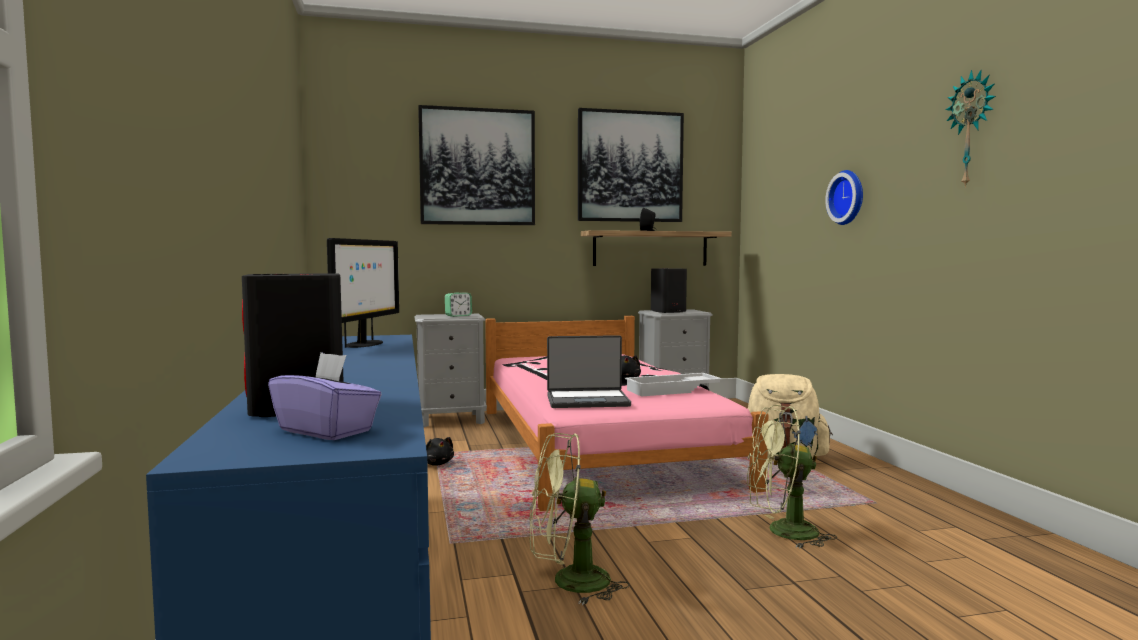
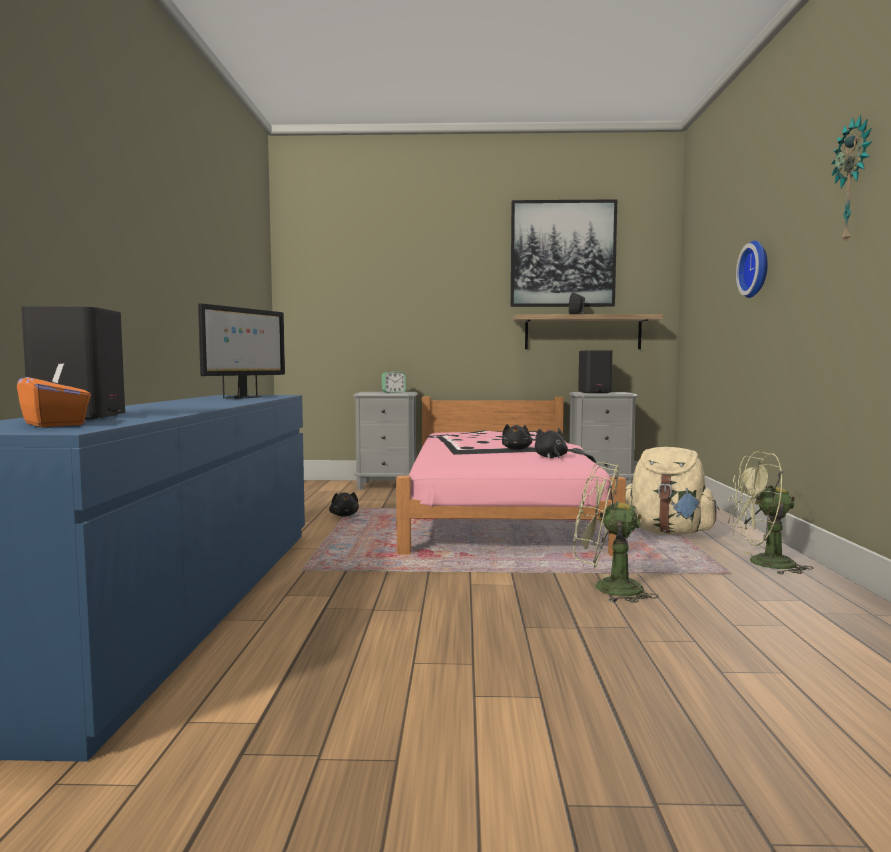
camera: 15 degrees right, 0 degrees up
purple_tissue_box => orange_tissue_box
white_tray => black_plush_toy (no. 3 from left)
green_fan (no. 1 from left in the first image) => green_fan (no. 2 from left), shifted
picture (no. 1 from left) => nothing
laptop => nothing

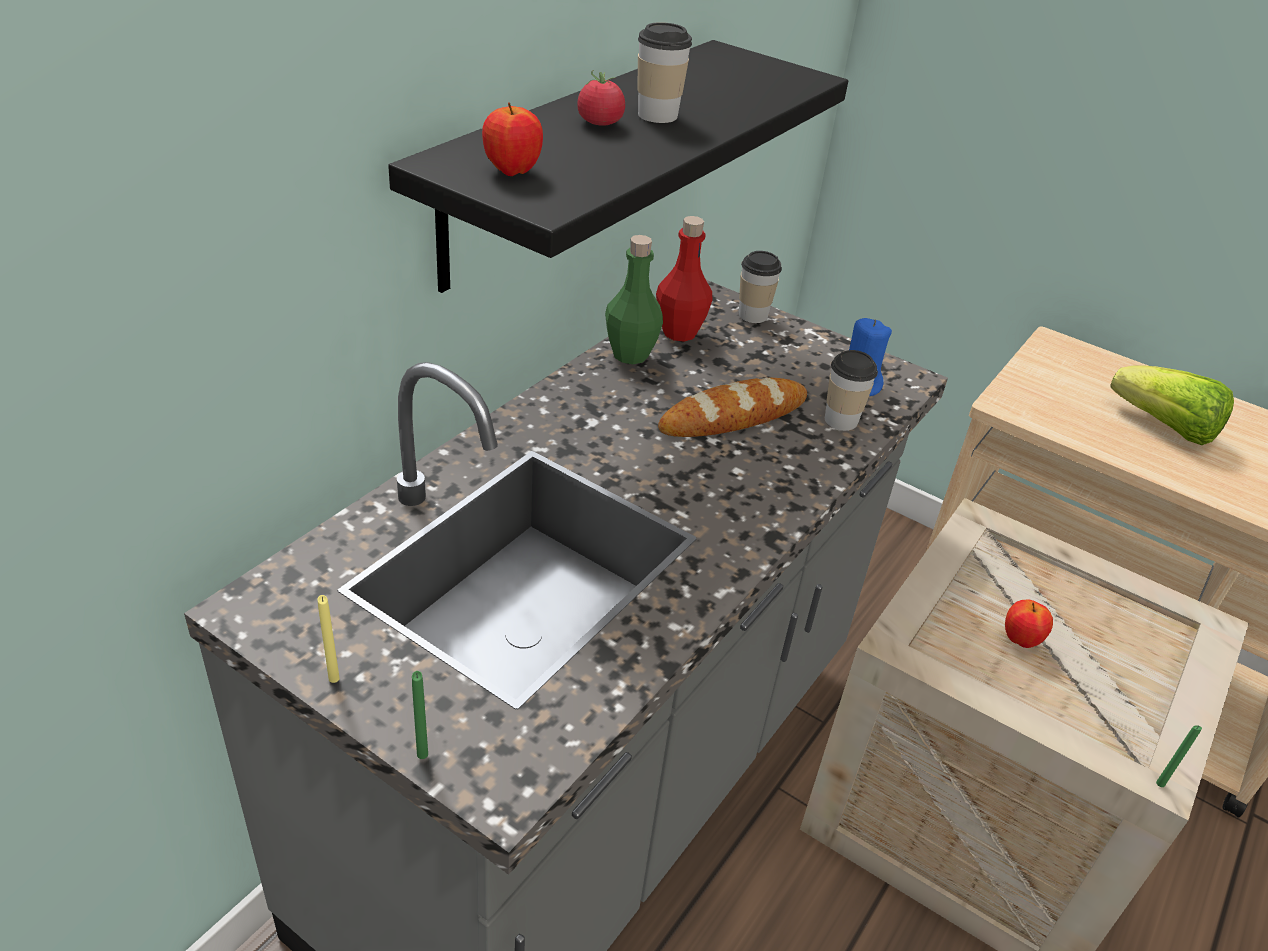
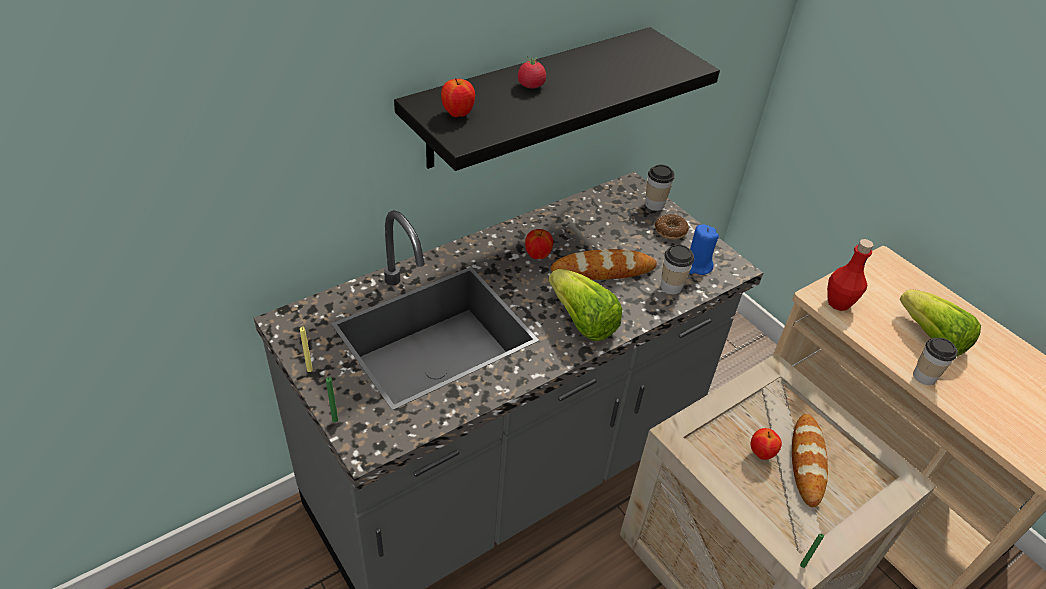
camera: 20 degrees right, 5 degrees up
nothing => apple (no. 2 from left)
nothing => lettuce (no. 1 from left)
nothing => donut
nothing => bread (no. 2 from left)
red_bottle, shifted
cup (no. 1 from left in the first image) => cup (no. 3 from left), shifted
green_bottle => nothing

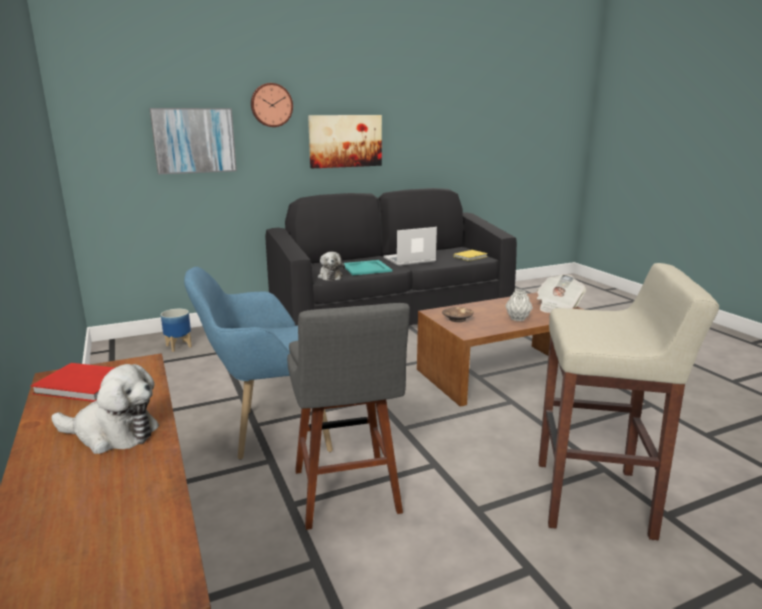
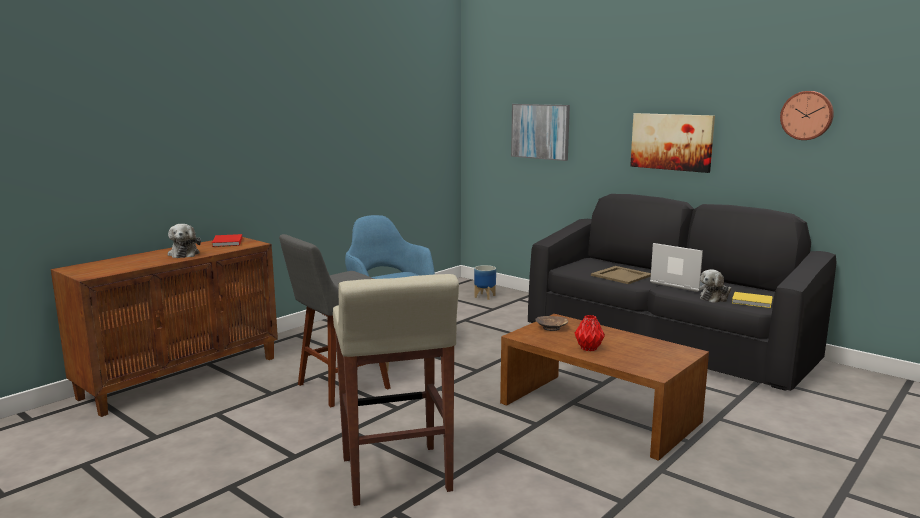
camera: 65 degrees right, 5 degrees down
grey_vase => red_vase
turquoise_tray => beige_tray
plush_toy (no. 2 from left), shifted
wall_clock, shifted
newspaper => nothing

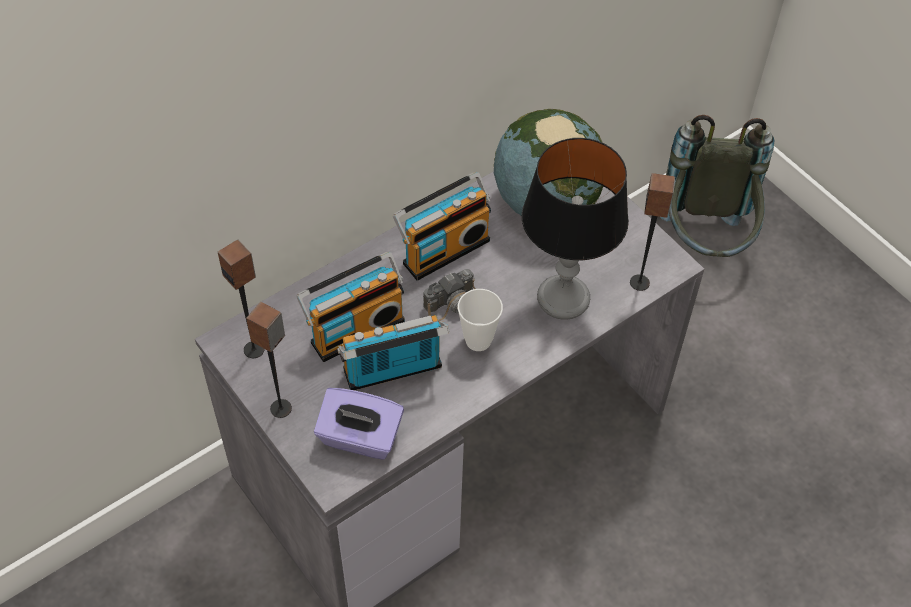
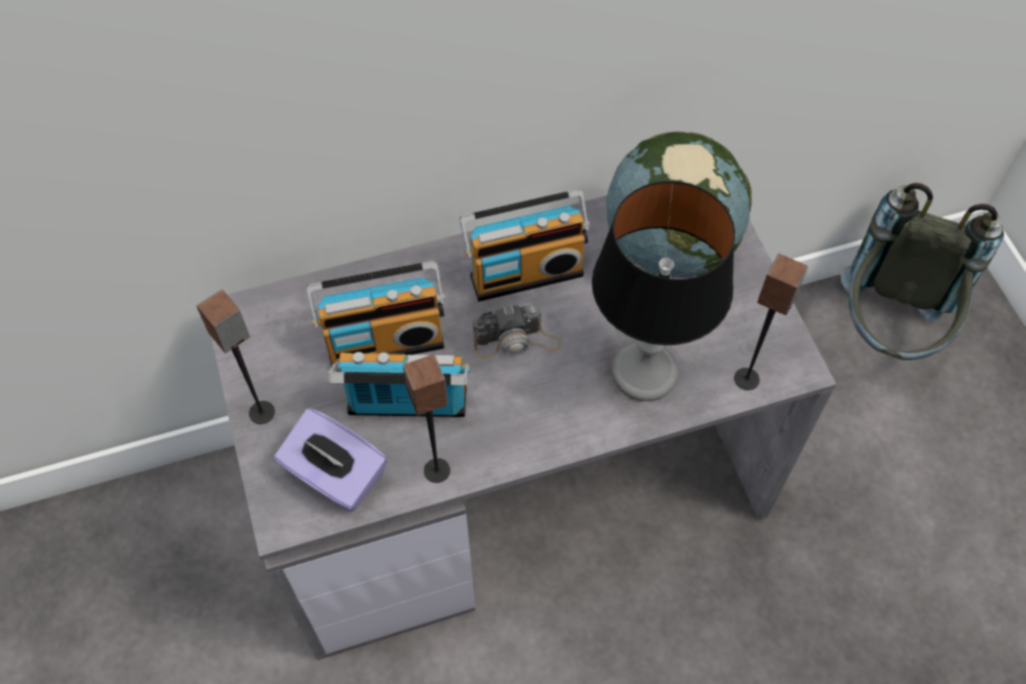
camera: 20 degrees right, 5 degrees up
speaker (no. 1 from left in the first image) => speaker (no. 2 from left), shifted
cup => nothing

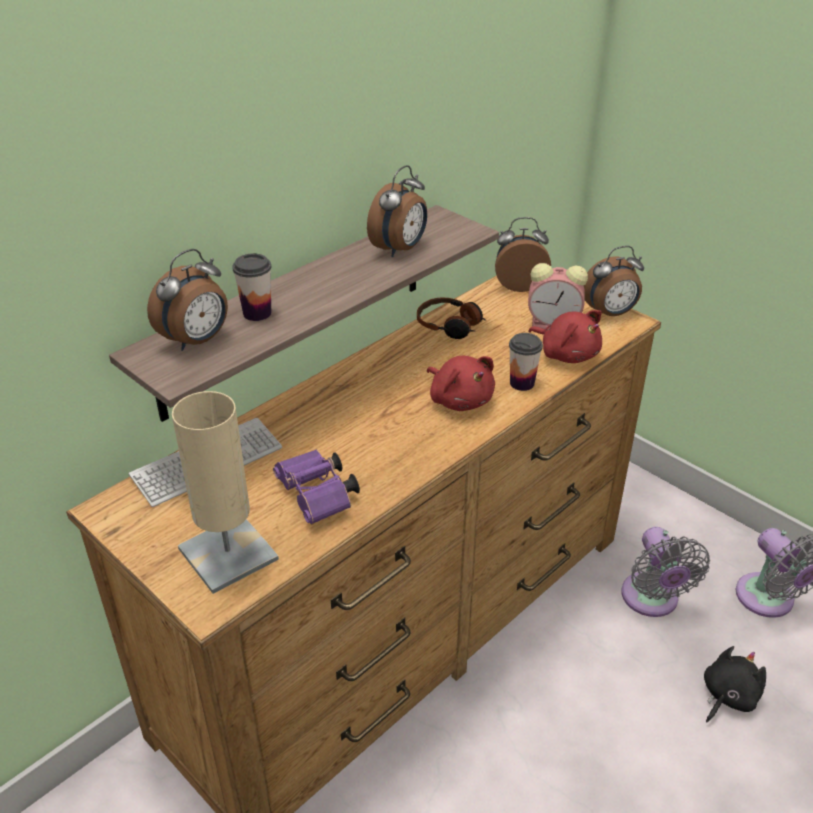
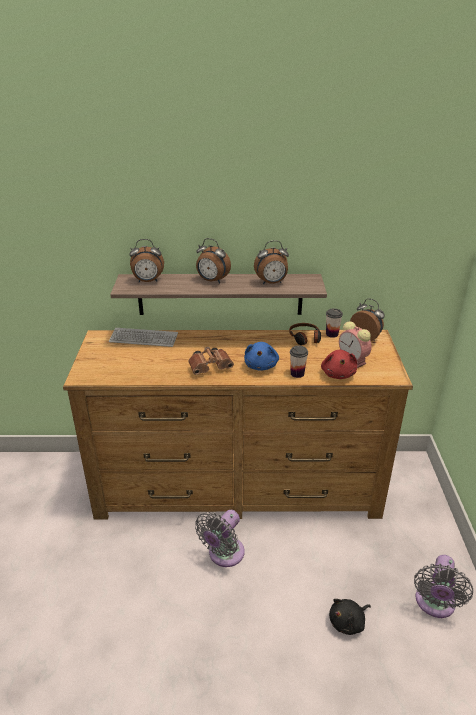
camera: 45 degrees right, 5 degrees down
nothing => brown_binoculars
grey_fan (no. 1 from left), shifted
alarm_clock (no. 5 from left in the first image) => alarm_clock (no. 2 from left), shifted
red_plush_toy (no. 1 from left) => blue_plush_toy
cup (no. 1 from left in the first image) => cup (no. 2 from left), shifted
black_plush_toy, 150 degrees clockwise
beige_table_lamp => nothing
purple_binoculars => nothing

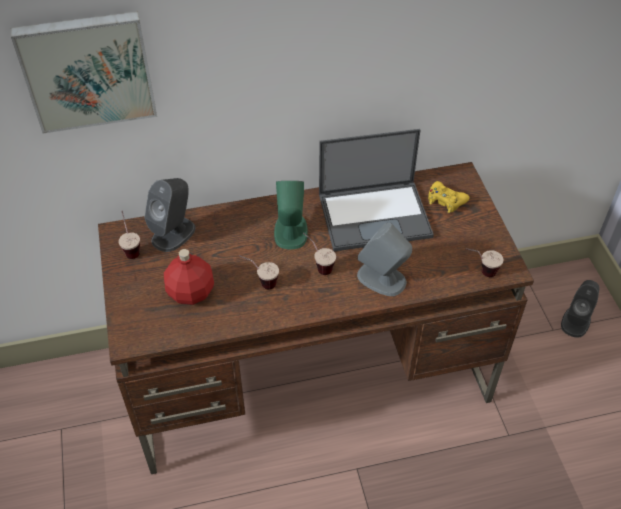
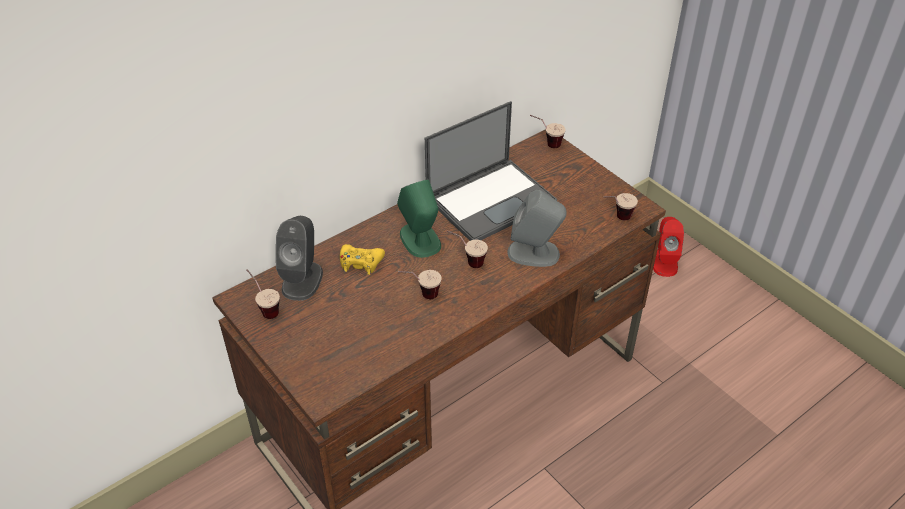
camera: 25 degrees left, 5 degrees down
yellow_game_controller, shifted
nothing => cup (no. 4 from left)
grey_speaker (no. 3 from left) => red_speaker
picture => nothing
red_bottle => nothing

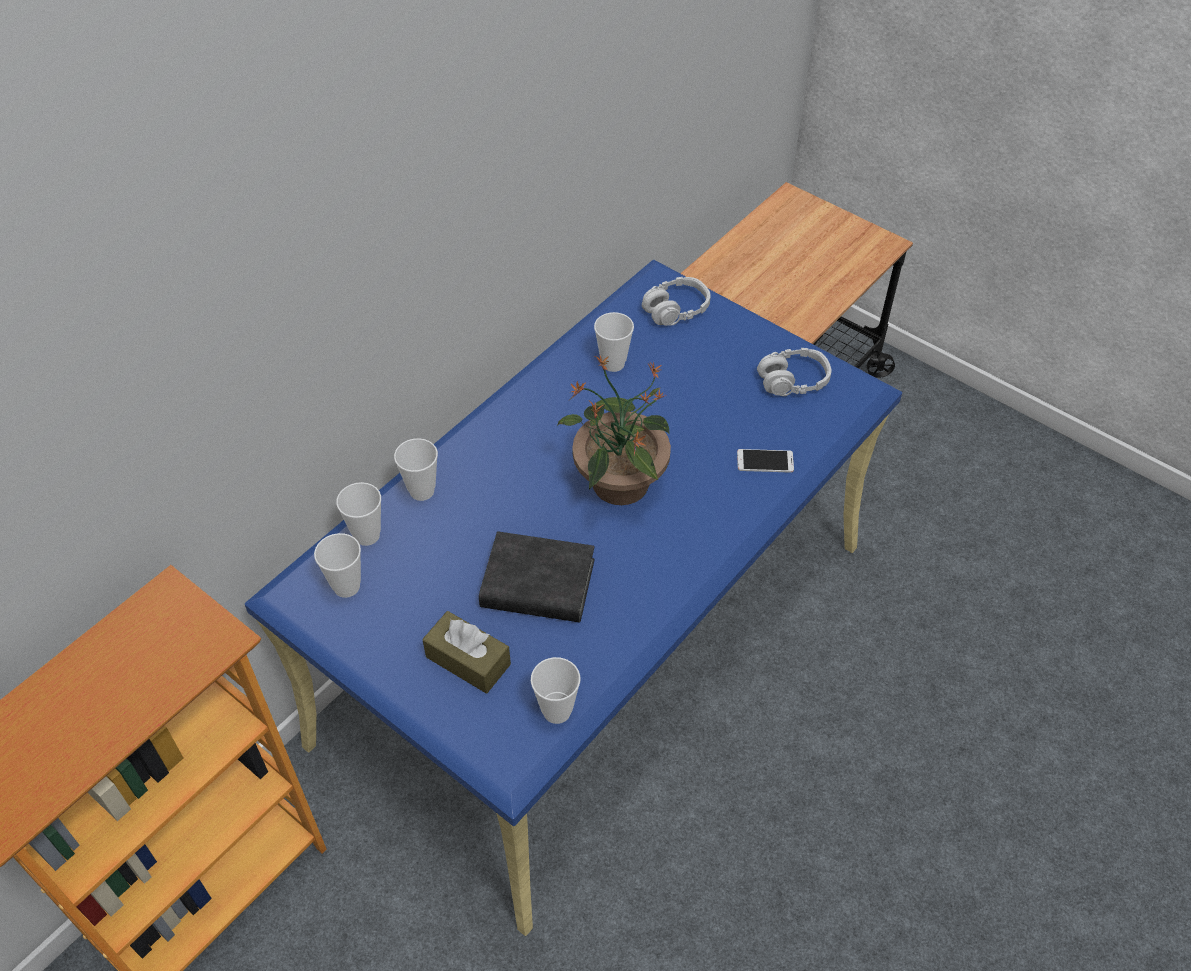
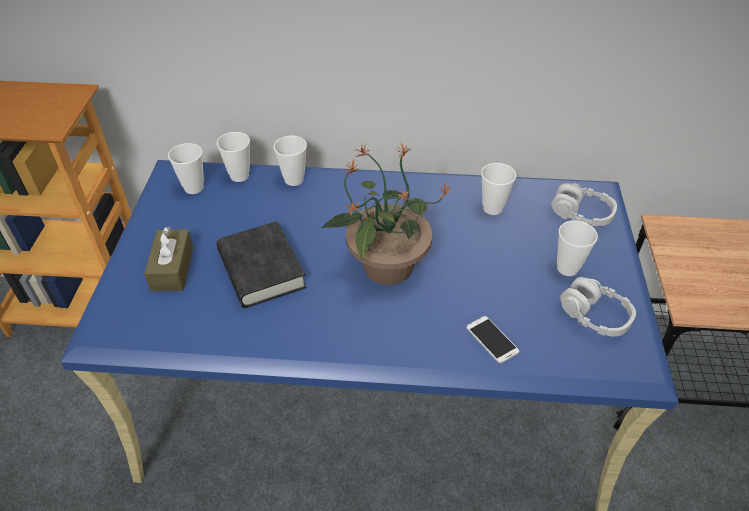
camera: 55 degrees right, 5 degrees down
cup (no. 4 from left in the first image) => cup (no. 5 from left), shifted

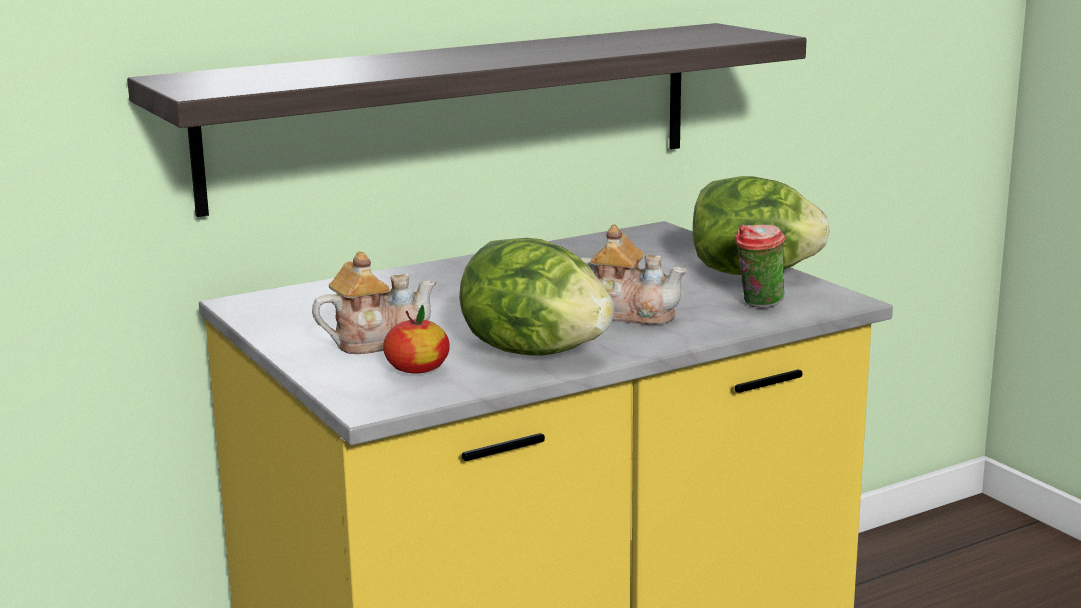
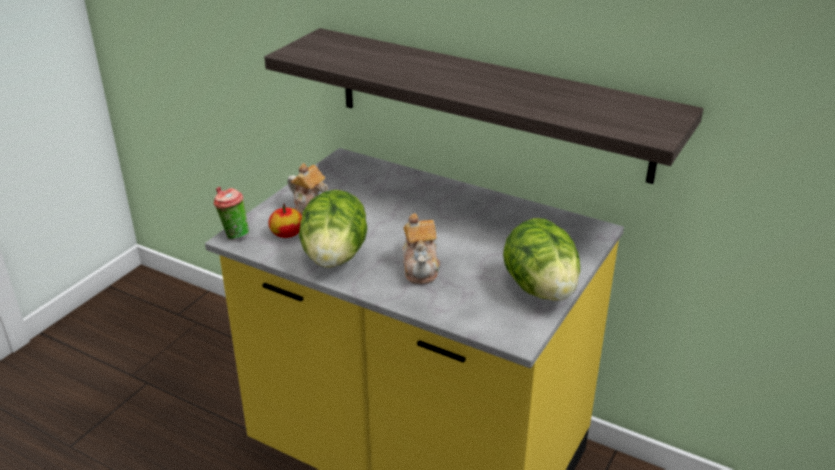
camera: 60 degrees right, 15 degrees up
cup, shifted

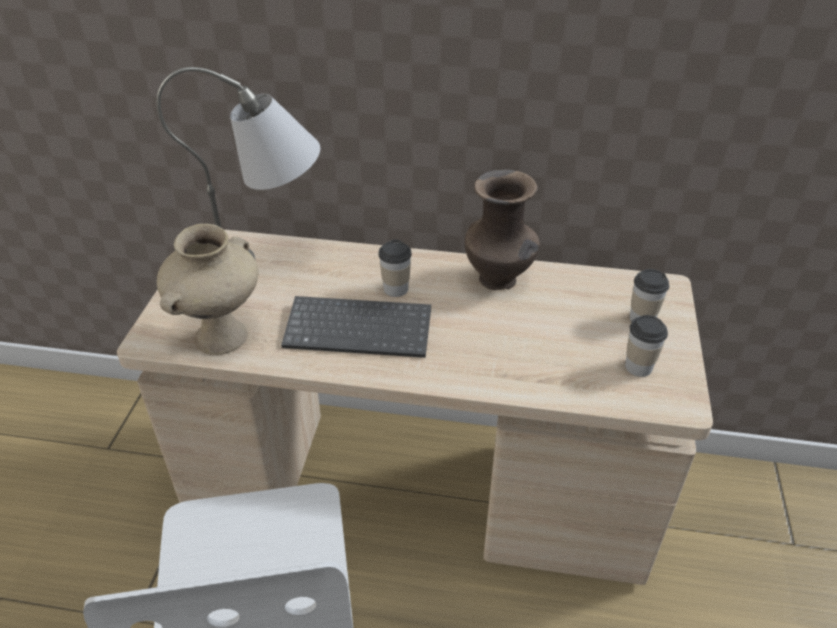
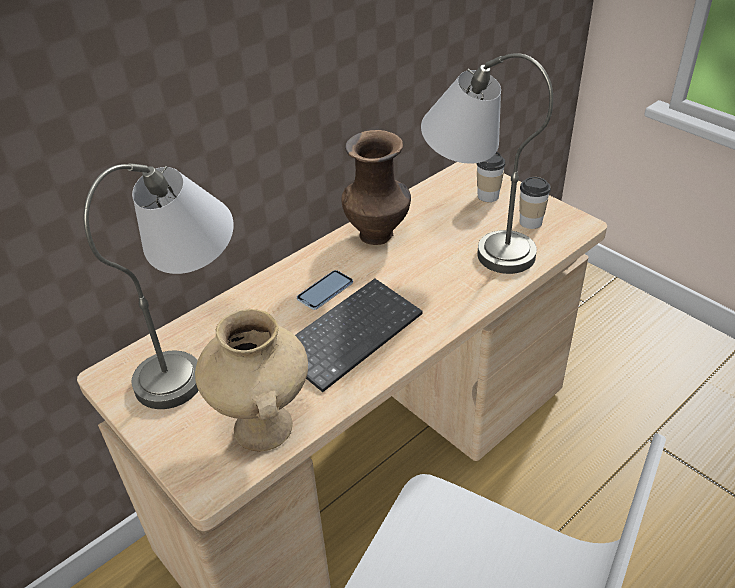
camera: 50 degrees left, 0 degrees up
cup (no. 1 from left) => phone
nothing => grey_table_lamp (no. 2 from left)

